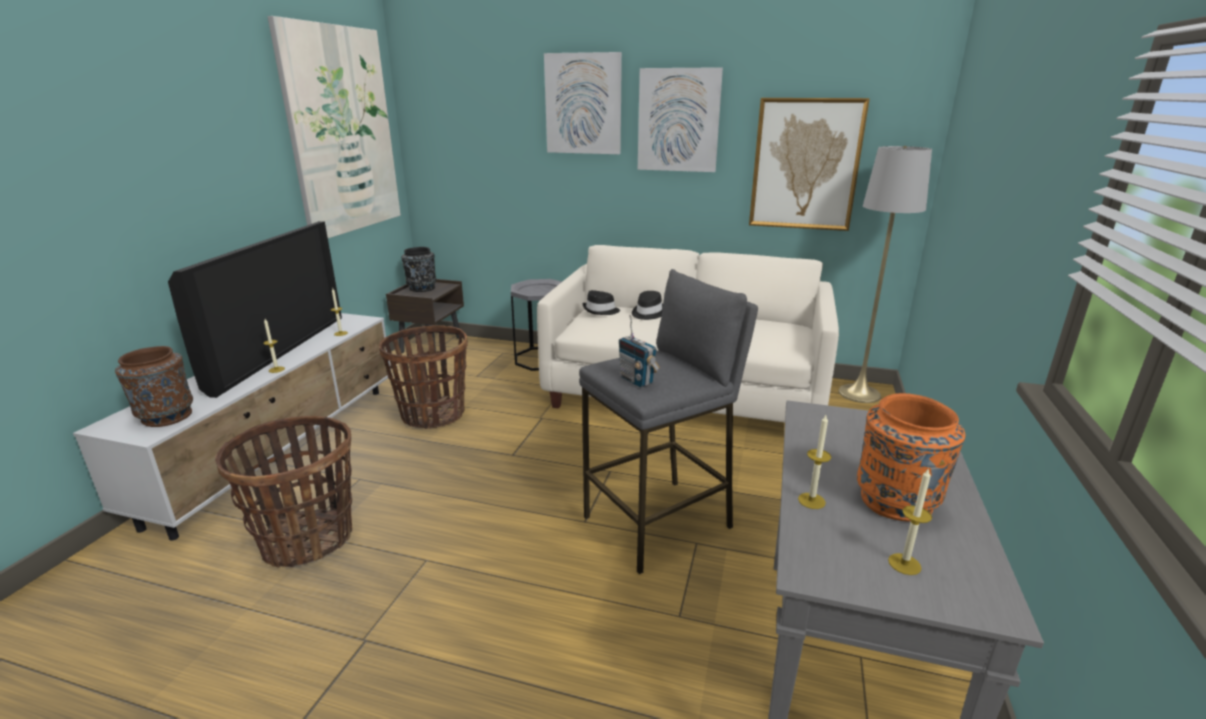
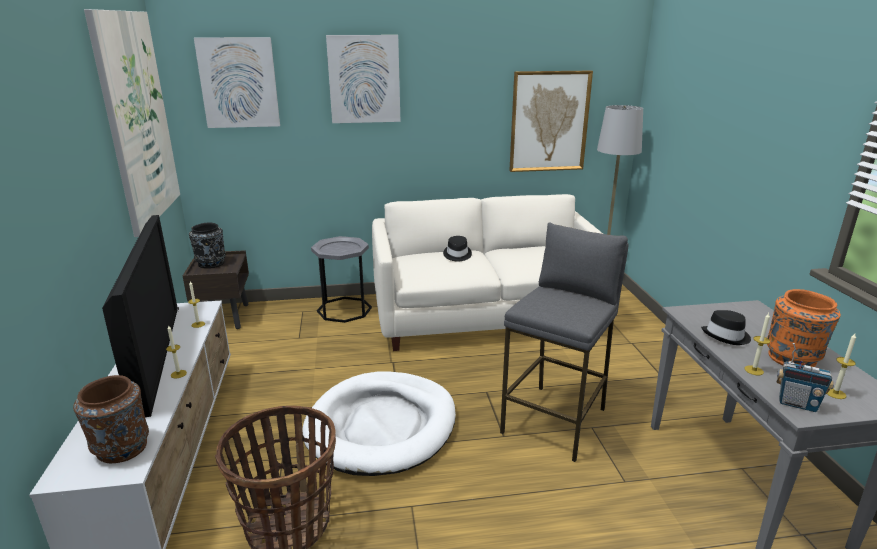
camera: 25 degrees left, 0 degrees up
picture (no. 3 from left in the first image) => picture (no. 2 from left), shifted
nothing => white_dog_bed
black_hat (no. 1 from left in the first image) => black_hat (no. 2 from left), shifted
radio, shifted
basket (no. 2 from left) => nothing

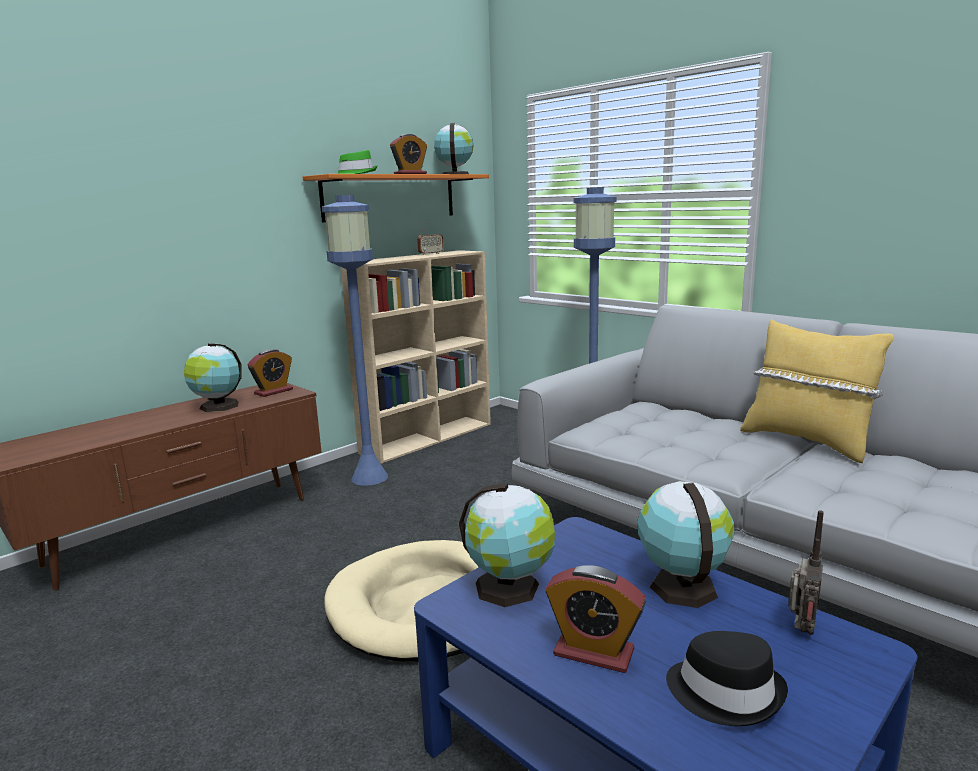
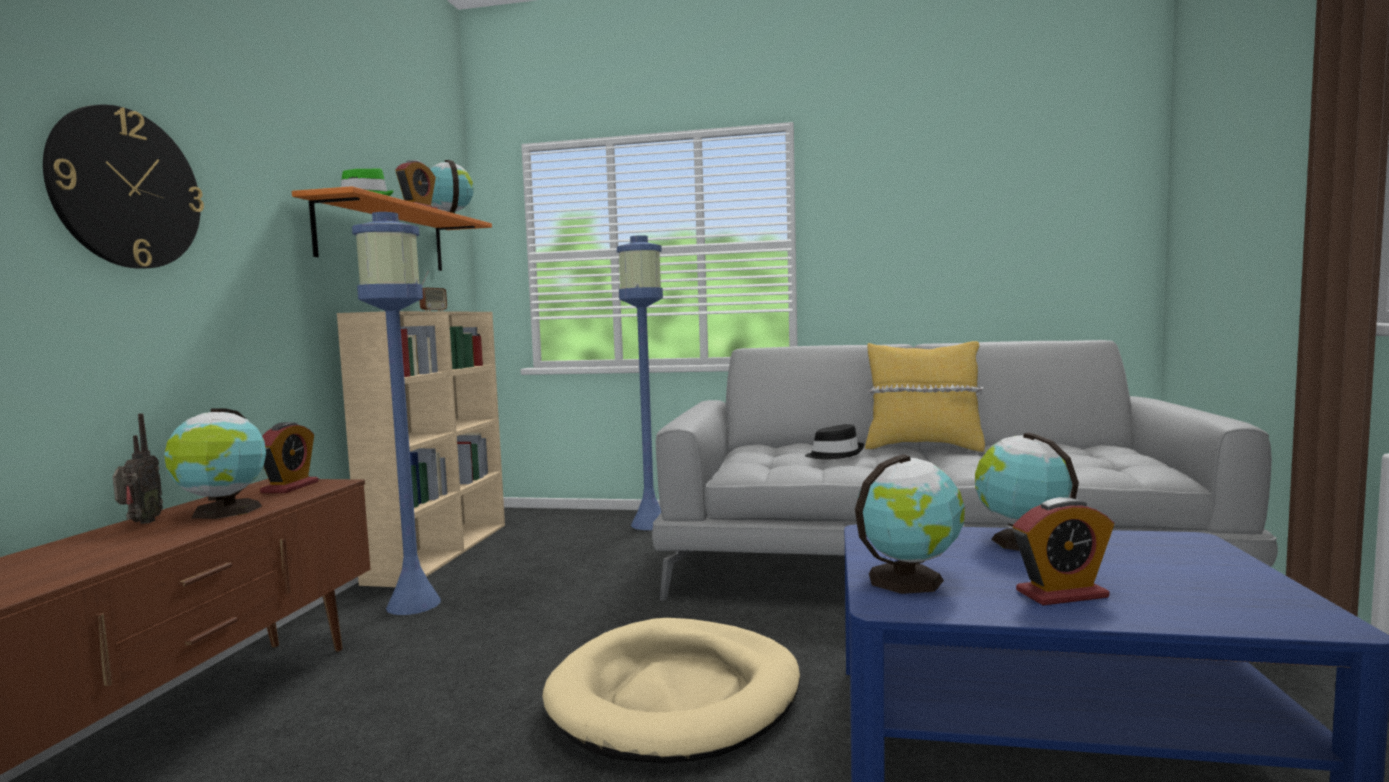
camera: 35 degrees left, 10 degrees down
nothing => wall_clock
radio (no. 2 from left in the first image) => radio (no. 1 from left), shifted
black_hat, shifted

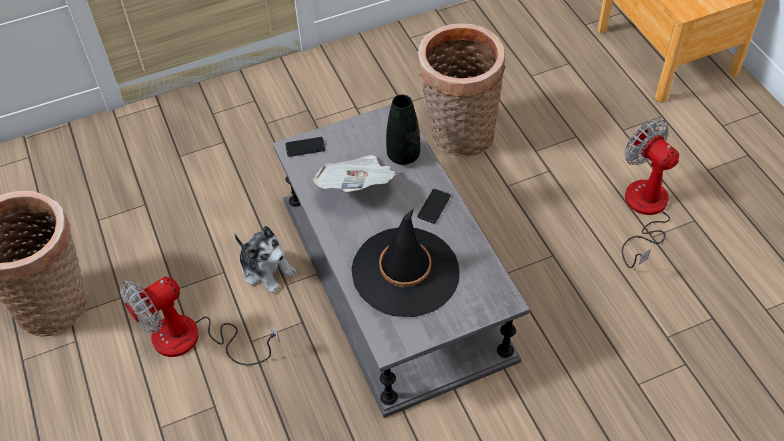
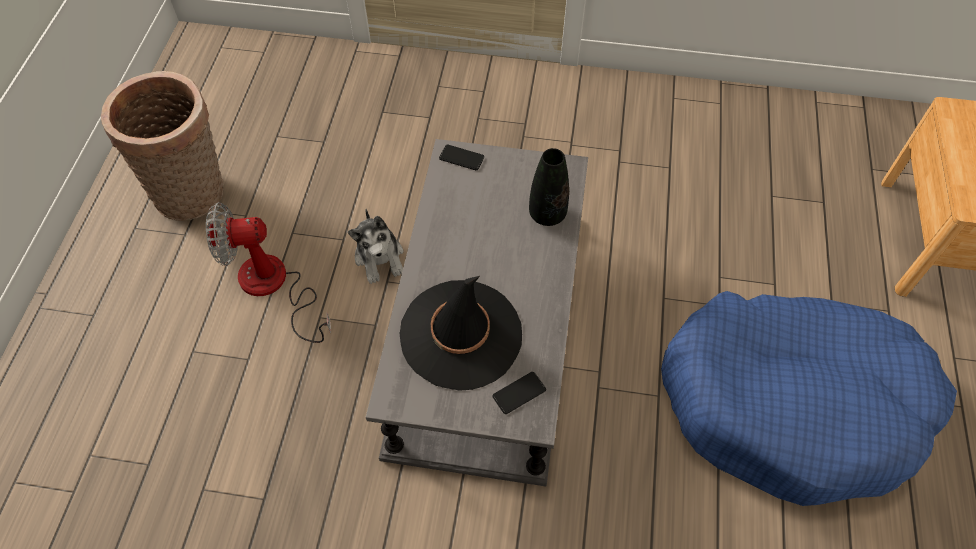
camera: 30 degrees right, 5 degrees up
phone (no. 2 from left), shifted
fan (no. 2 from left) => blue_dog_bed
newspaper => nothing
basket (no. 2 from left) => nothing

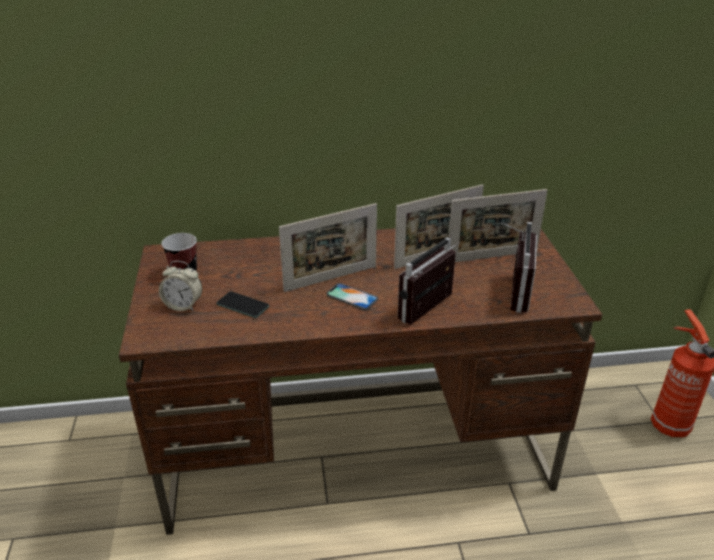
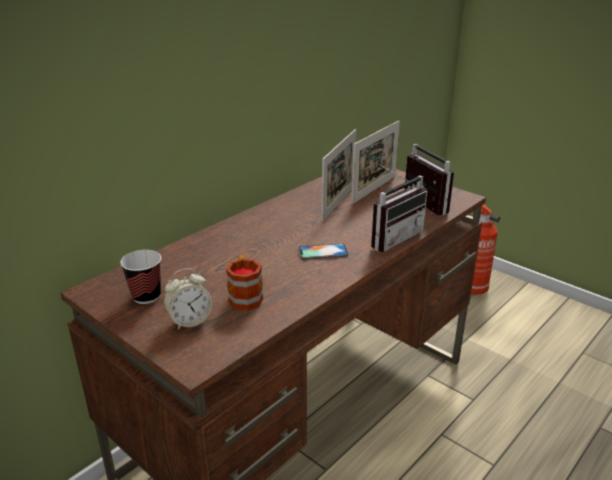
camera: 40 degrees left, 5 degrees down
phone (no. 1 from left) => mug
radio (no. 1 from left), 135 degrees counterclockwise
picture_frame (no. 1 from left) => nothing

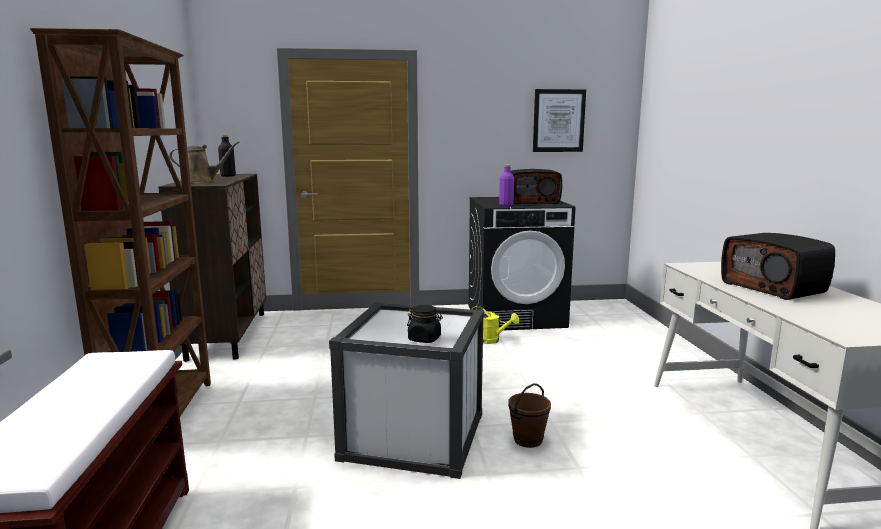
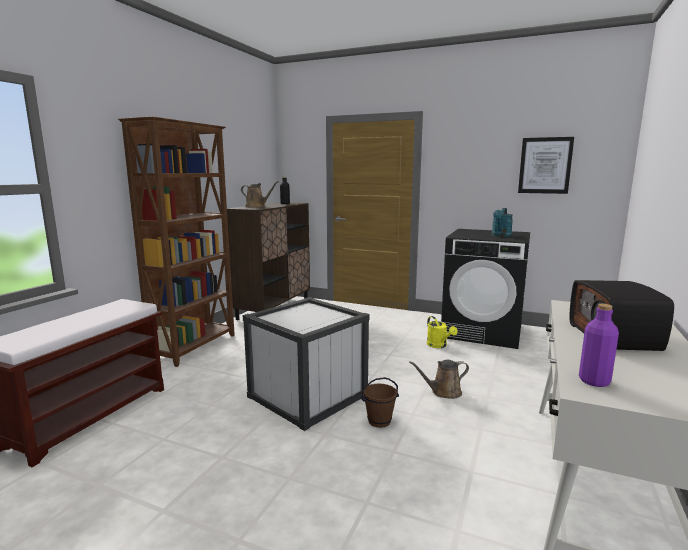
camera: 30 degrees right, 0 degrees up
nothing => brown_watering_can (no. 2 from left)
radio (no. 1 from left) => turquoise_watering_can
purple_bottle, shifted
black_jar => nothing

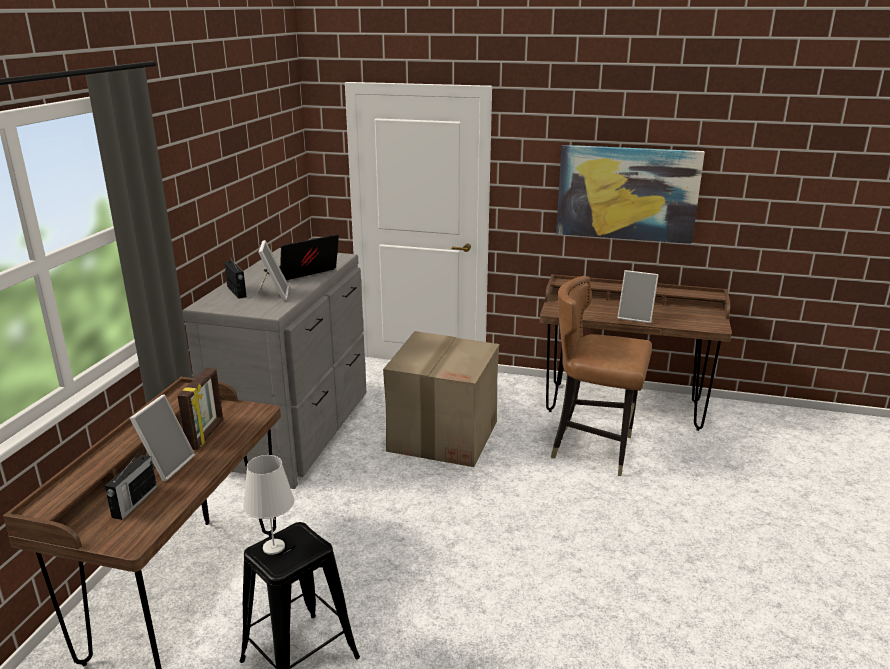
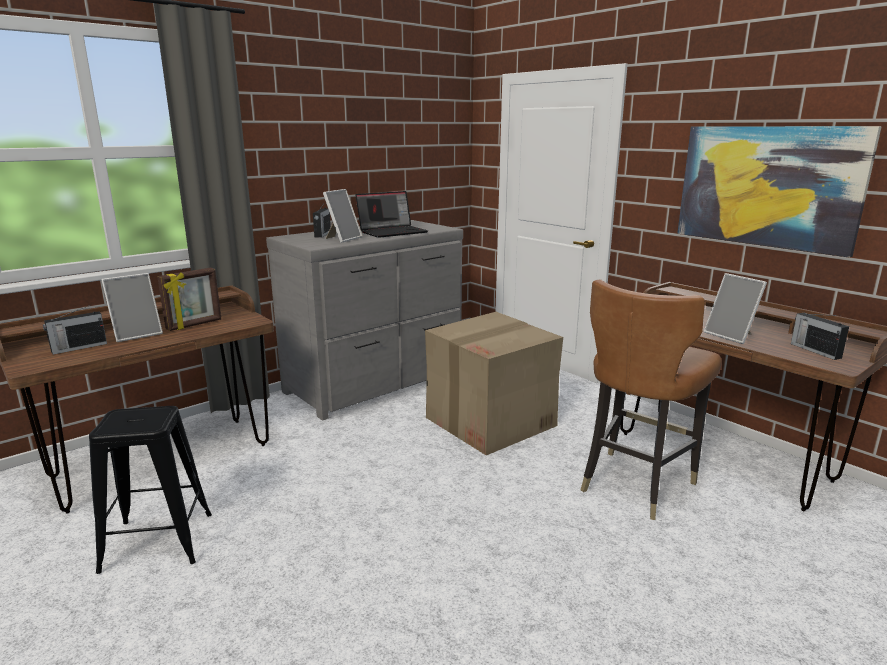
camera: 35 degrees right, 5 degrees down
laptop, 150 degrees clockwise
brown_chair, 105 degrees counterclockwise
nothing => radio (no. 3 from left)
white_table_lamp => nothing

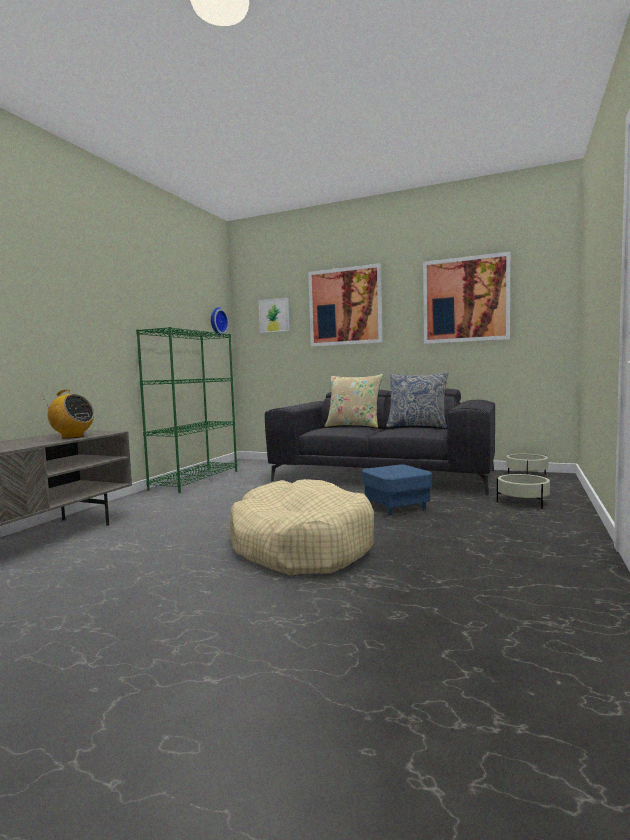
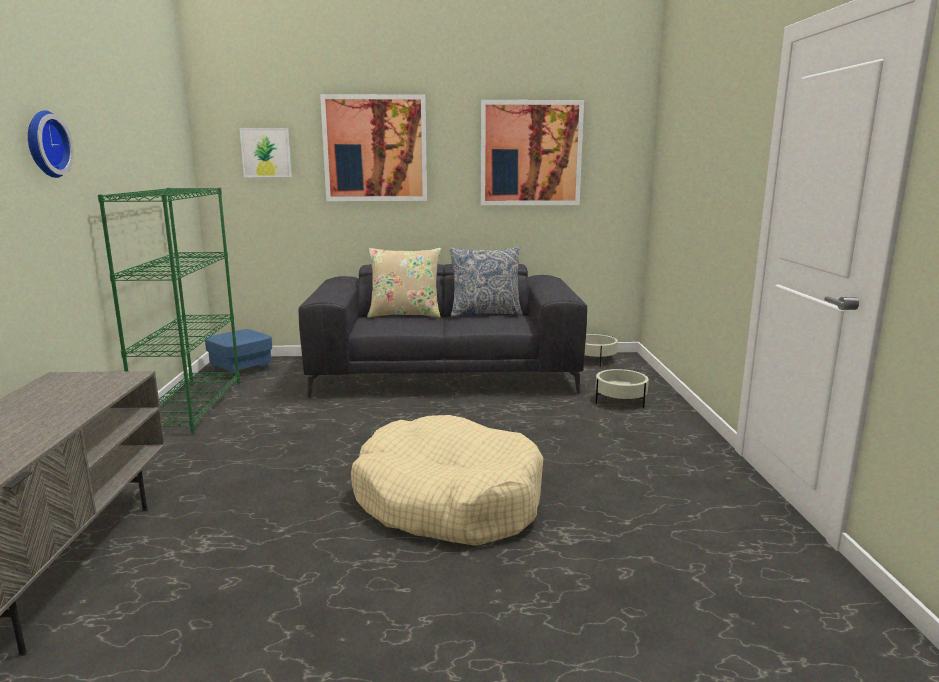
camera: 25 degrees left, 10 degrees up
wall_clock, shifted
blue_ottoman, shifted
radio => nothing

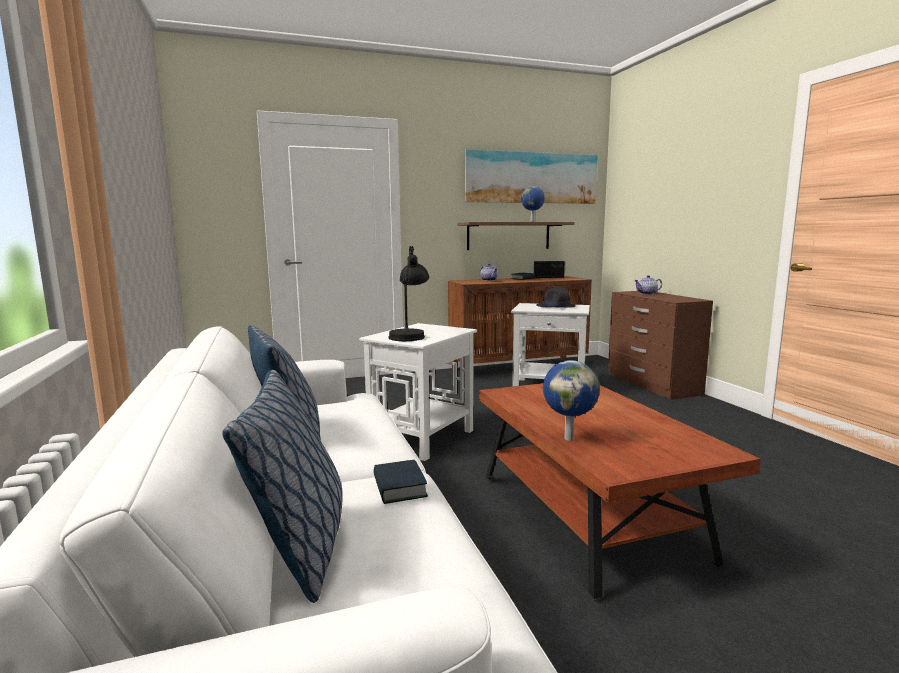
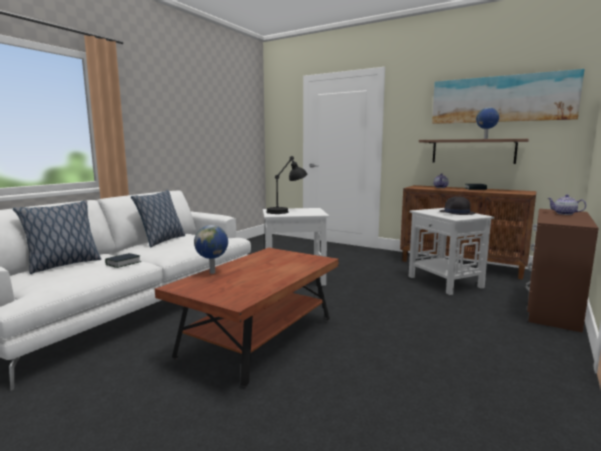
camera: 50 degrees right, 0 degrees up
radio => nothing

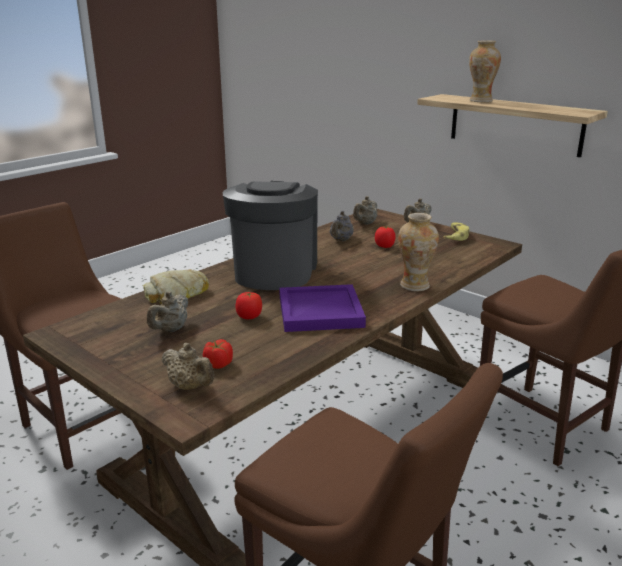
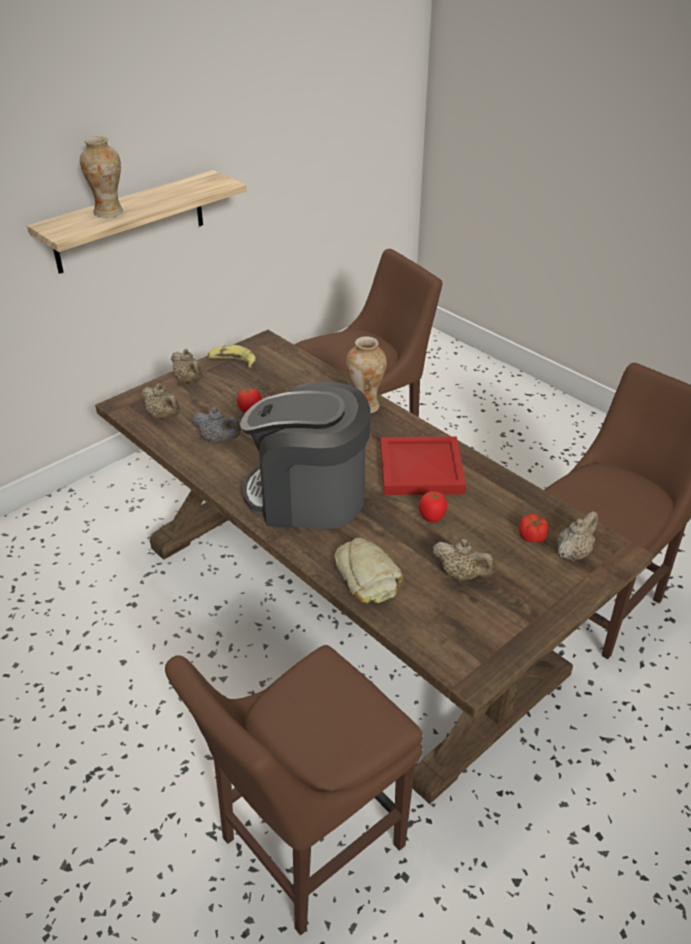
camera: 85 degrees left, 15 degrees up
purple_tray => red_tray

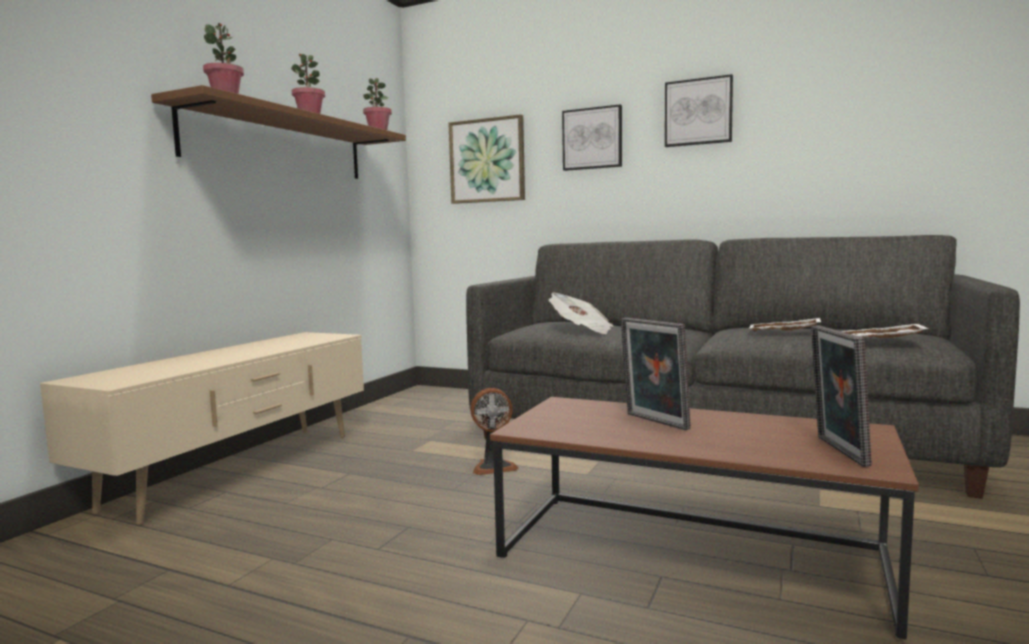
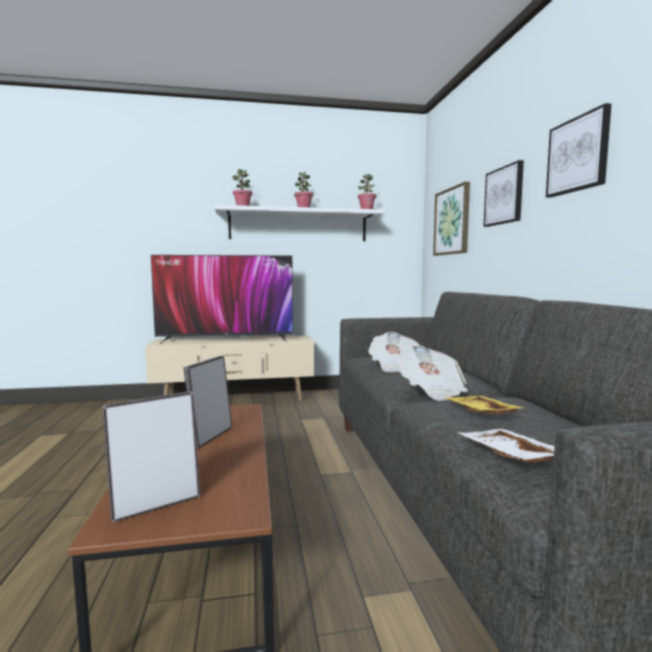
camera: 55 degrees right, 0 degrees up
nothing => television
brown_shelf => white_shelf
nothing => newspaper (no. 2 from left)
white_tray (no. 1 from left) => yellow_tray
fan => nothing

